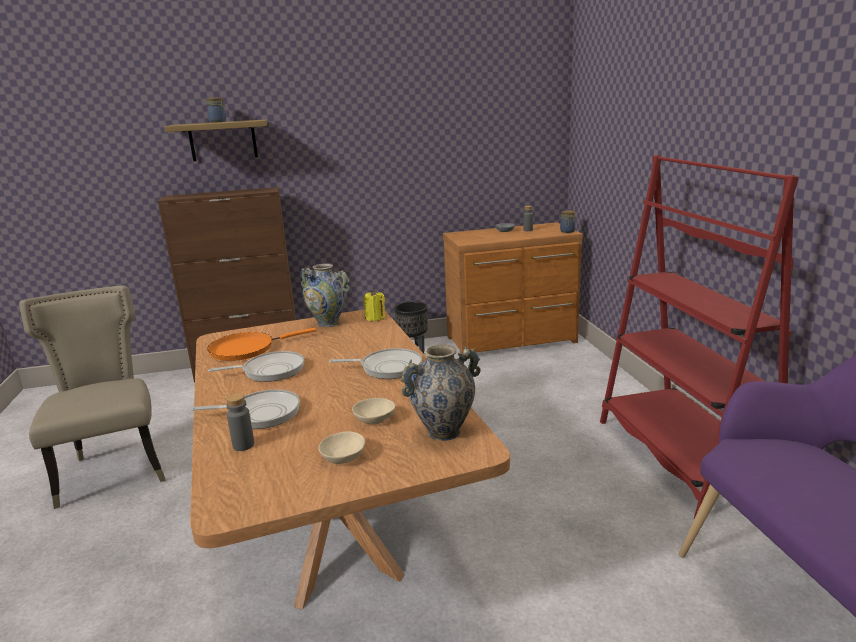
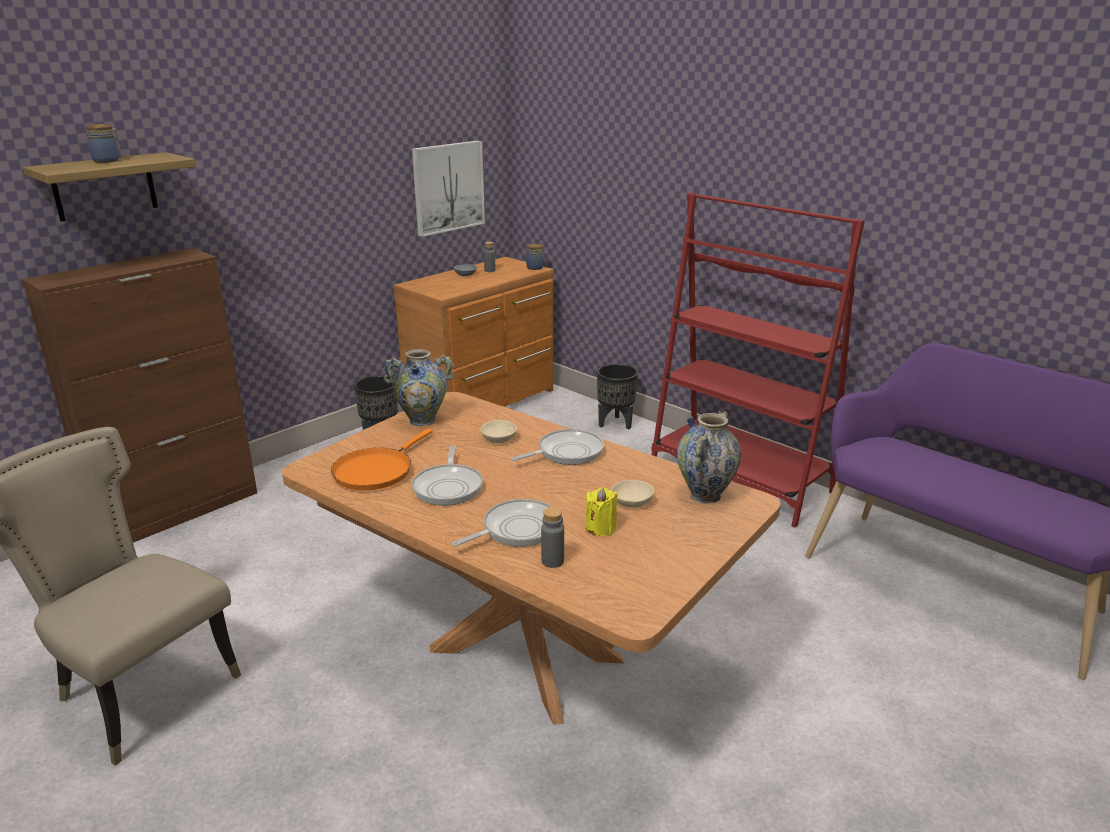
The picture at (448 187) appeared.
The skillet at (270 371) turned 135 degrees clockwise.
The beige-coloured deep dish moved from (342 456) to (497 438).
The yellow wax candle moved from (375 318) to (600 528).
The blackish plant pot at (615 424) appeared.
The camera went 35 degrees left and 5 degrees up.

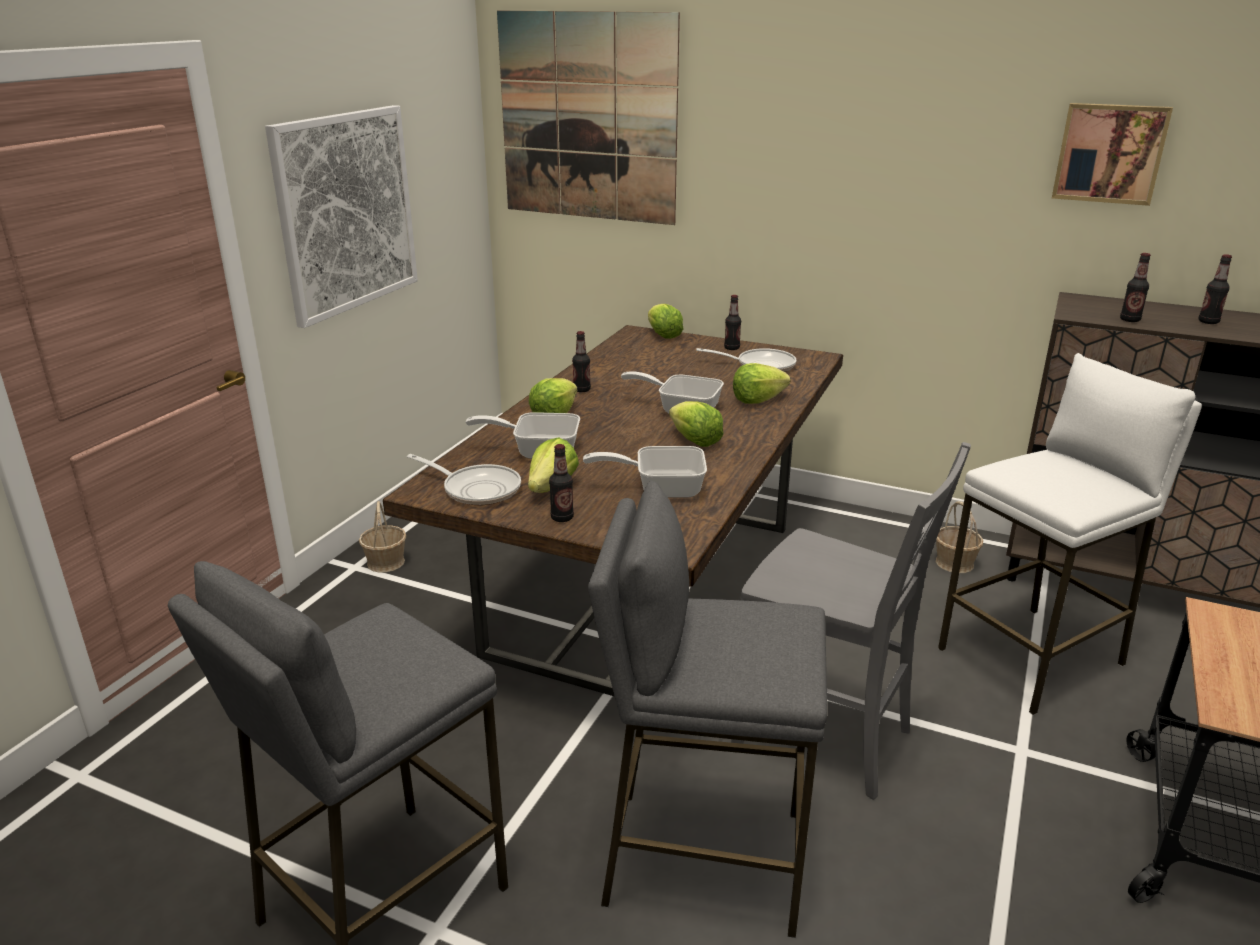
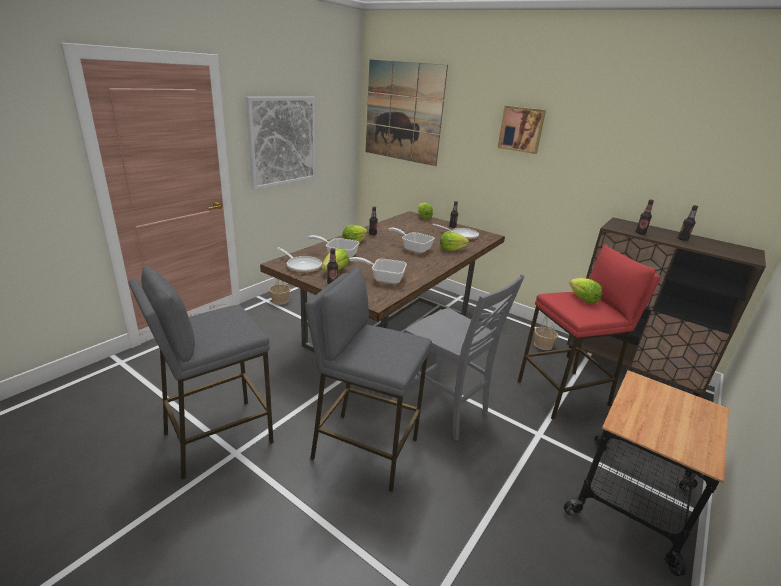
The picture moved from (1109 153) to (521 129).
The white stool seat at (1033 657) became the reddish stool seat at (564 394).
The lettuce head moved from (694 441) to (582 299).
The camera went 10 degrees right and 0 degrees up.

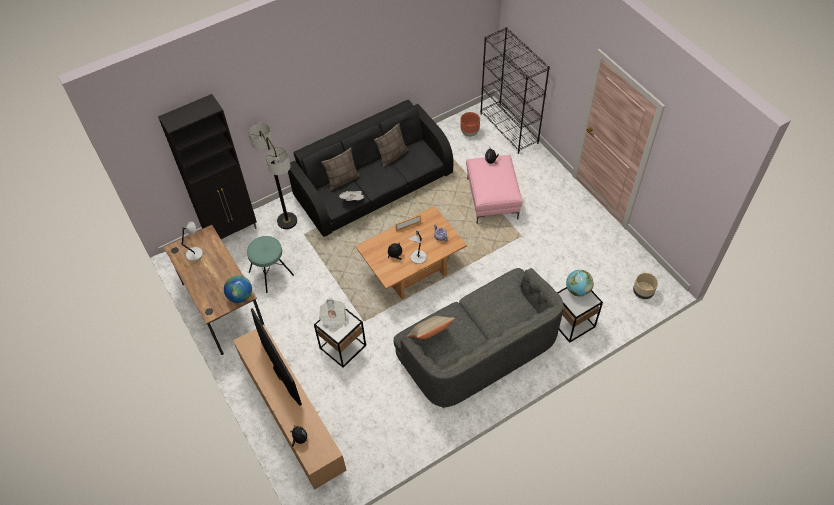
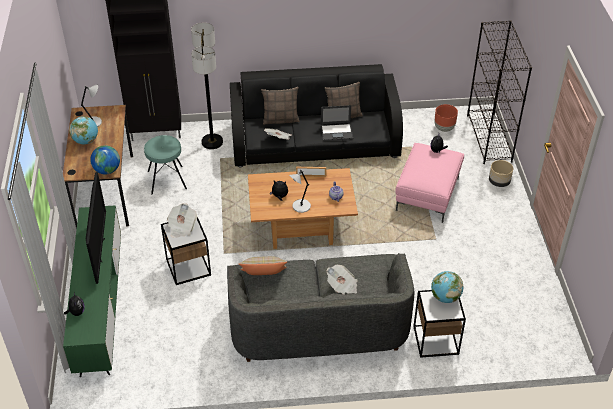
The brown-coloured media console at (294 418) became the green media console at (101 309).
The desk globe at (86 141) appeared.
The portable computer at (337 132) appeared.
The printed paper at (342 287) appeared.
The beige-coloured plant pot moved from (643 292) to (499 182).
The camera went 25 degrees right and 10 degrees down.

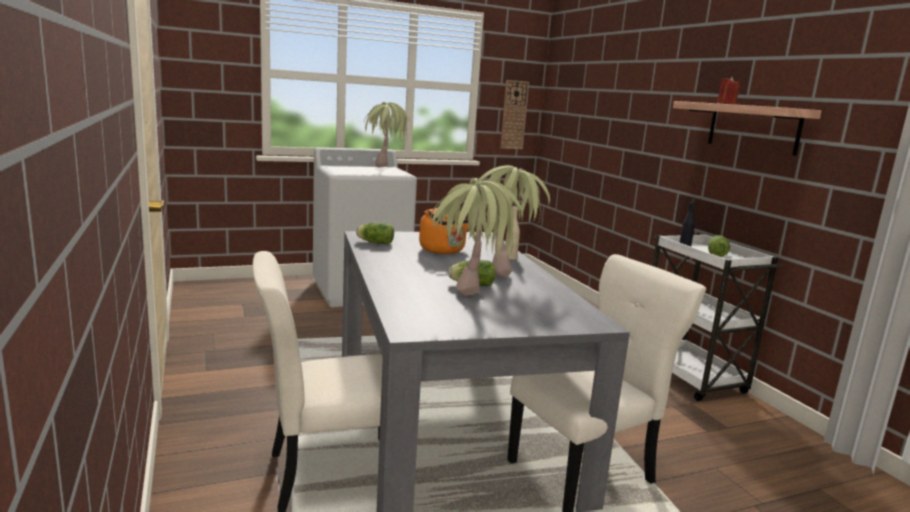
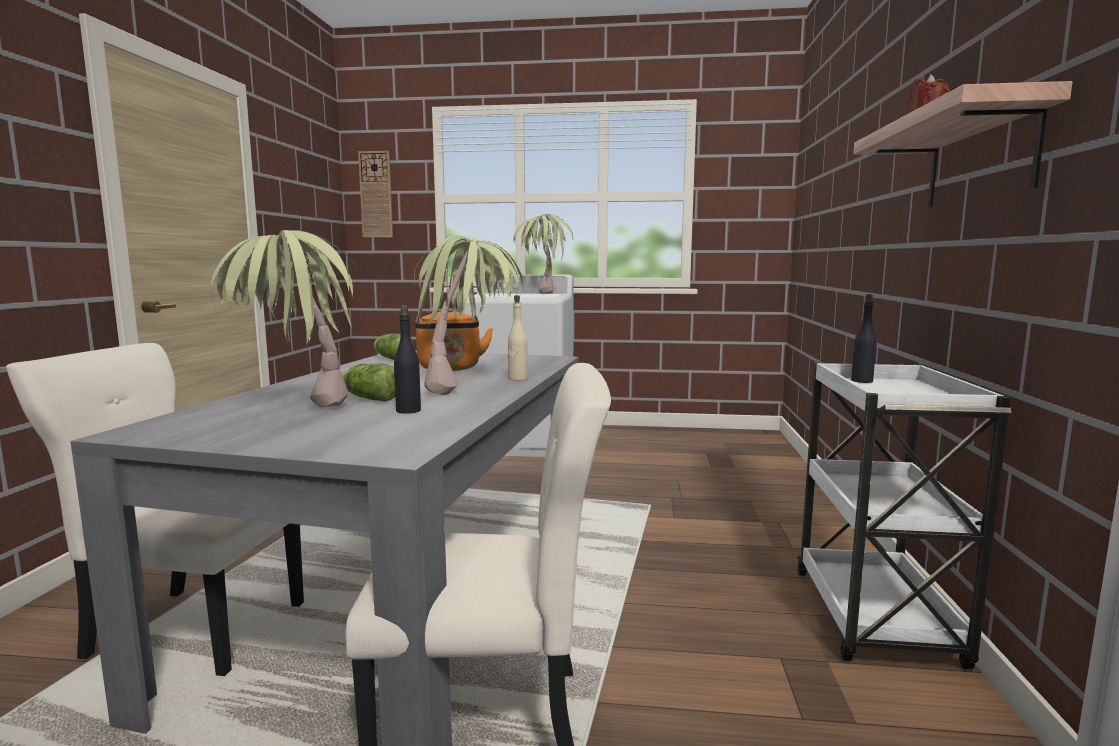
The hanging clock moved from (514 115) to (376 194).
The blackish beverage bottle at (408 410) appeared.
The lettuce head at (716 254) disappeared.
The camera went 30 degrees right and 5 degrees down.

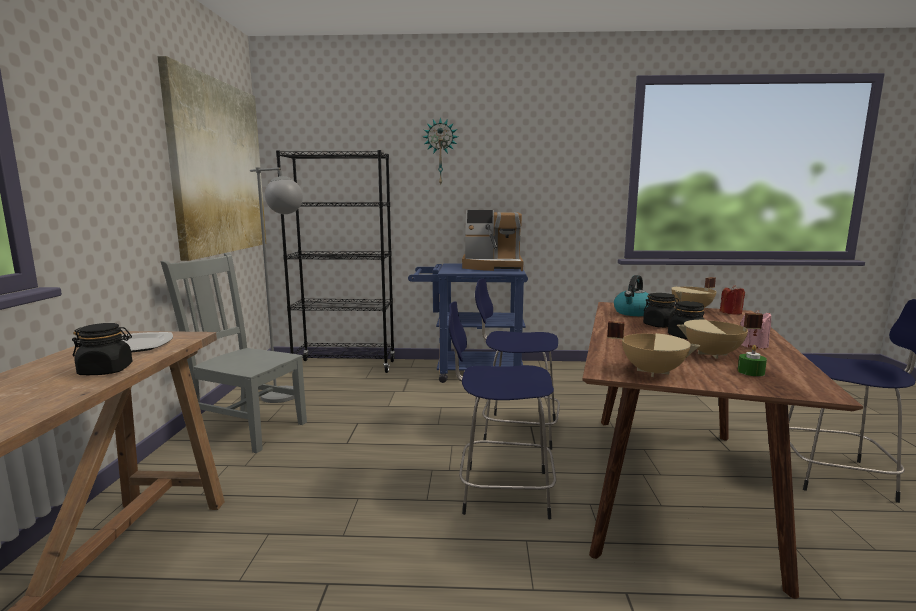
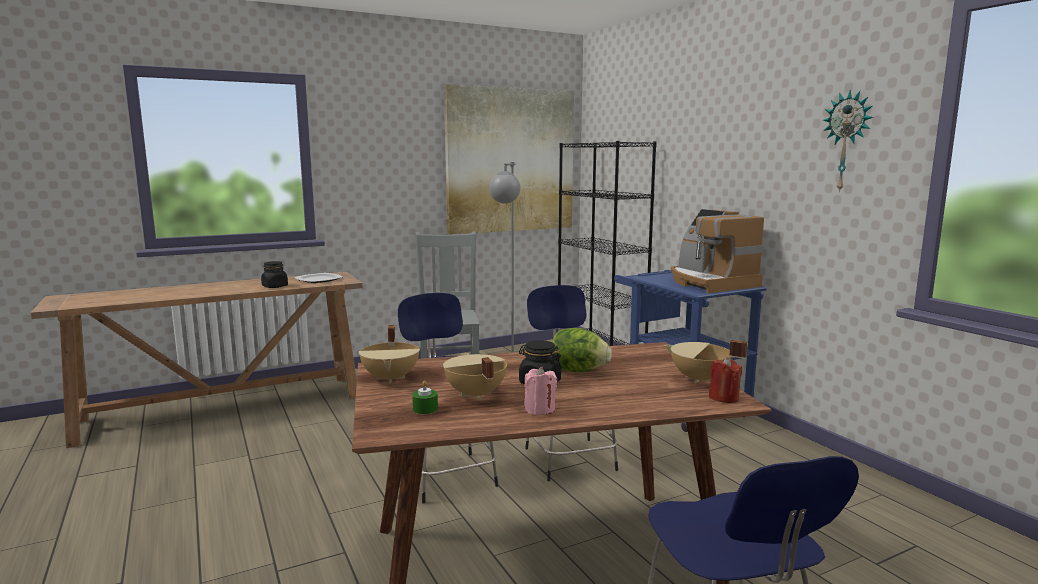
The blackish preserve jar at (660 325) was replaced by the lettuce head at (578 371).
The hanging clock moved from (440 152) to (847 141).
The tea kettle at (633 313) disappeared.
The camera went 60 degrees right and 0 degrees up.

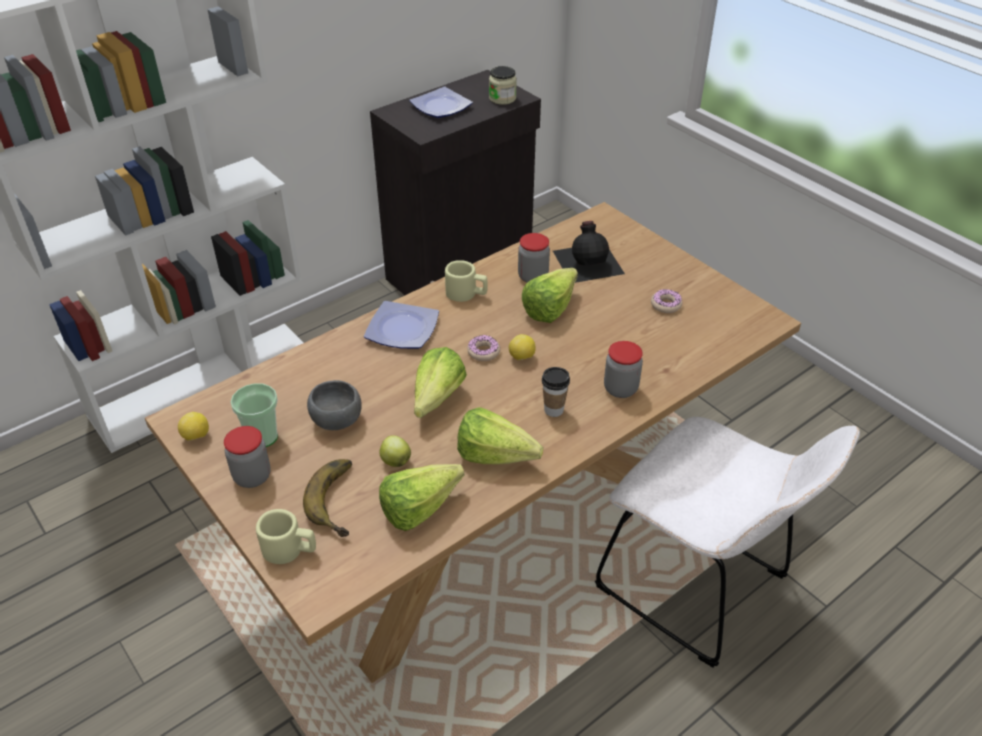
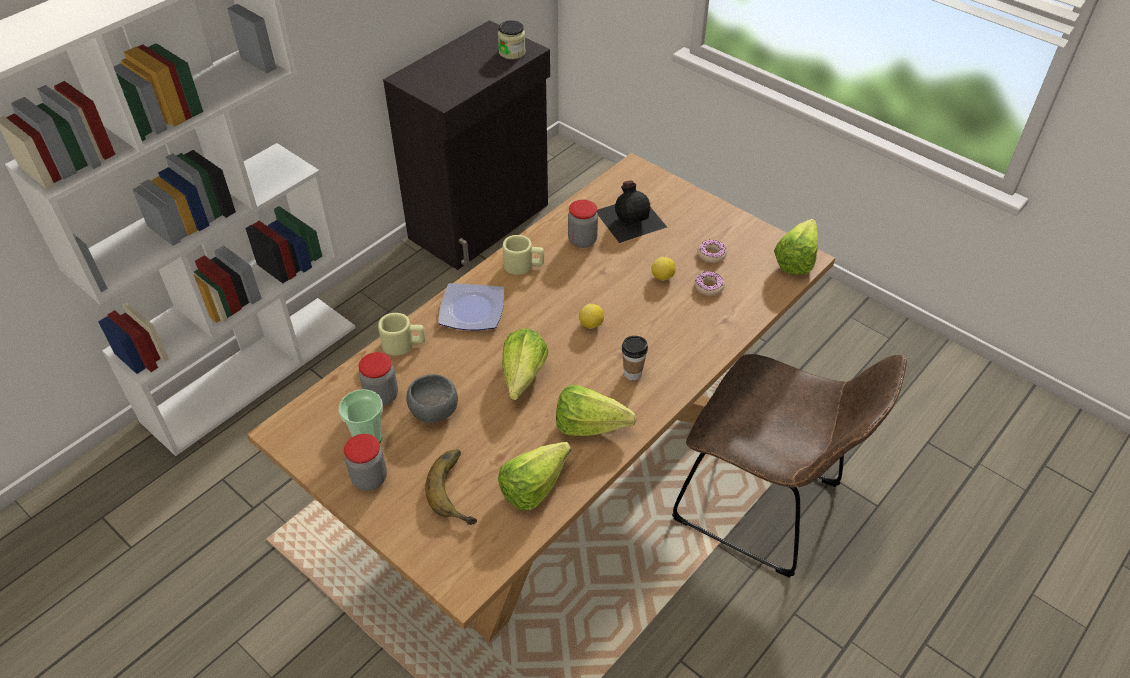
The preserve jar moved from (620 389) to (382 396).
The beige-coloured mug moved from (290 549) to (404 344).
The citrus fruit moved from (196 436) to (662 277).
The white chair at (699 588) became the brown-coloured chair at (765 506).
The doughnut moved from (483 352) to (709 287).
The lettuce head moved from (554 307) to (799 257).
The apple fruit at (395 461) disappeared.
The plate at (441 106) disappeared.
The camera went 10 degrees left and 5 degrees up.

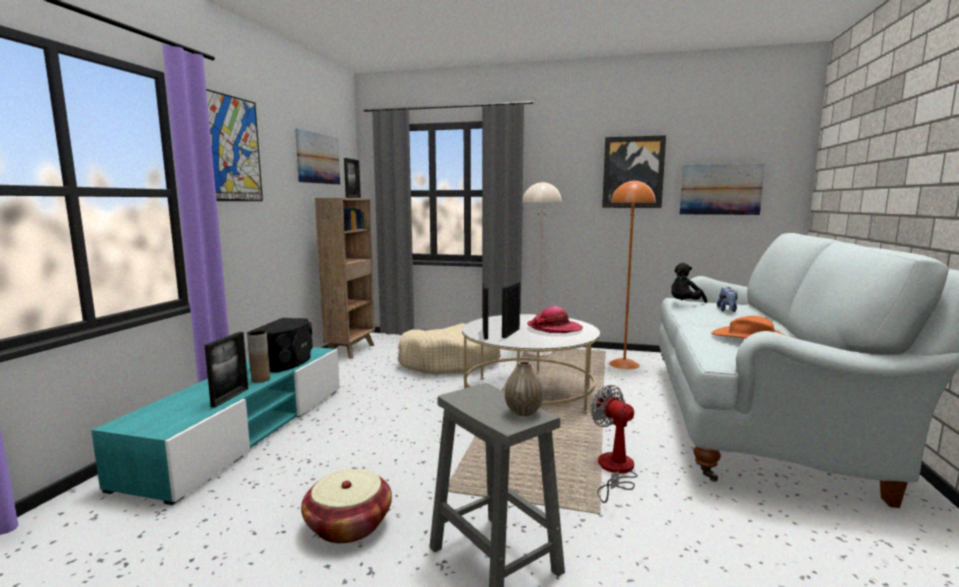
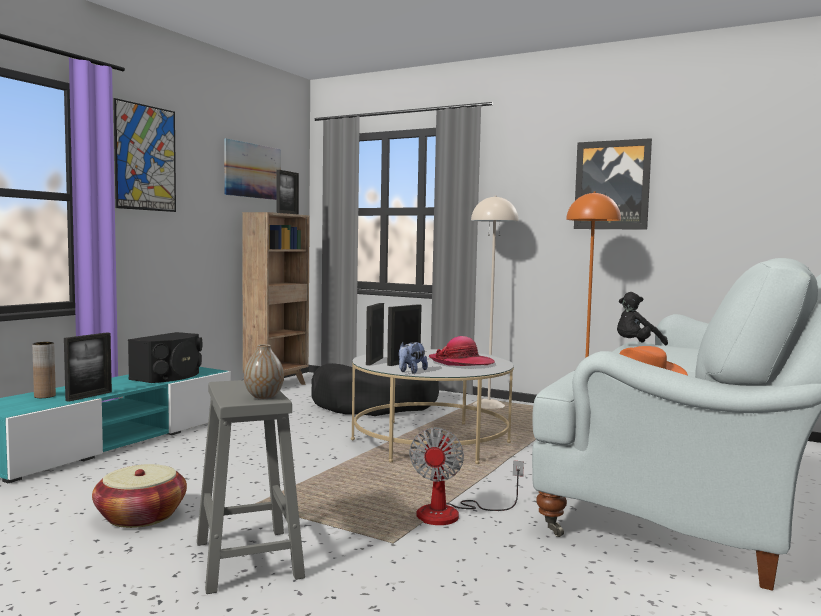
The brown-coloured vase moved from (260 379) to (44 396).
The beige-coloured pet bed at (452 361) became the blackish pet bed at (377 405).
The plush toy moved from (727 310) to (411 371).
The cooling fan at (614 471) turned 150 degrees counterclockwise.
The picture at (720 189) disappeared.
The camera went 15 degrees right and 5 degrees down.

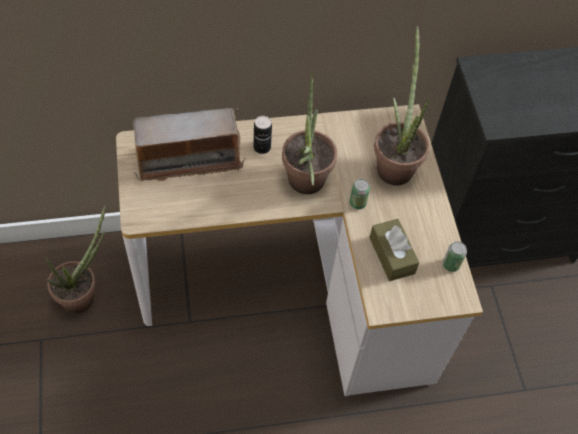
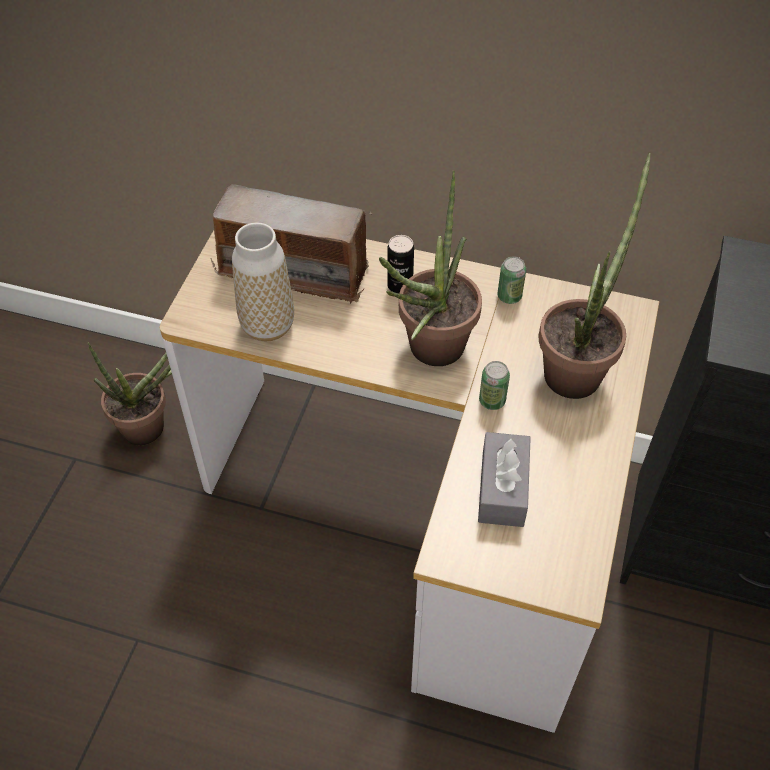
The vase at (267 326) appeared.
The brown-coloured box of tissues at (392 255) became the gray box of tissues at (502 488).
The metal can moved from (451 265) to (509 296).
The camera went 30 degrees right and 5 degrees down.

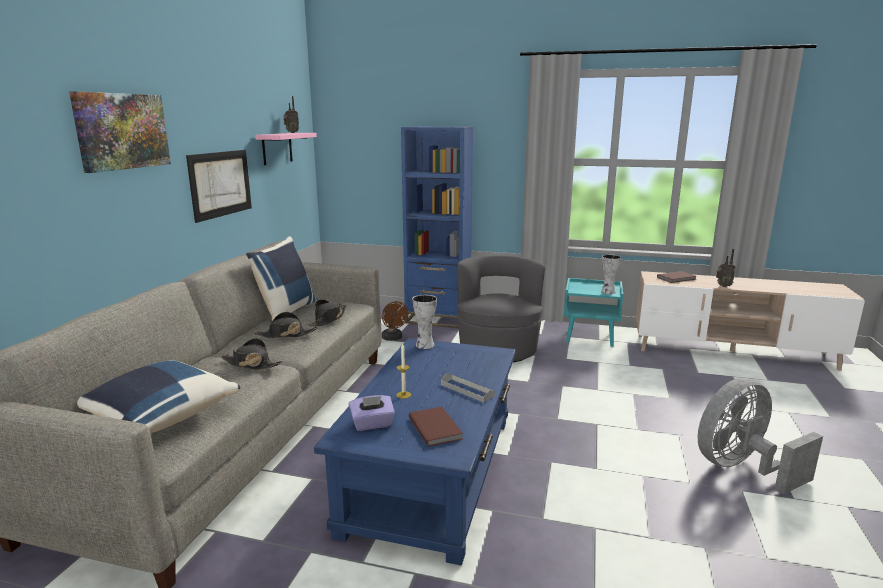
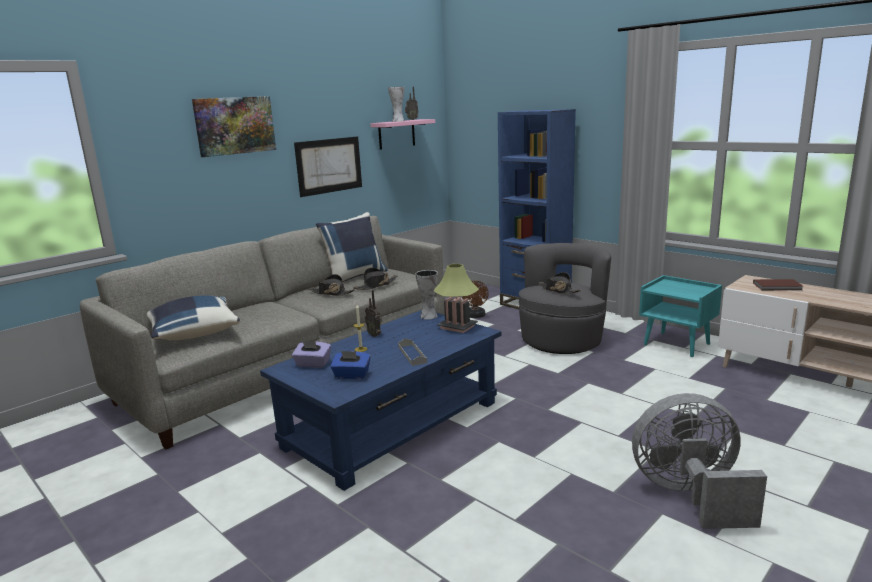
The brown-coloured book at (436 427) was replaced by the bluish box of tissues at (351 375).
The radio receiver moved from (723 286) to (375 335).
The vase moved from (607 292) to (397 121).
The lamp for a table at (457 327) appeared.
The blackish wearable hat moved from (251 364) to (558 290).
The camera went 30 degrees right and 0 degrees up.

